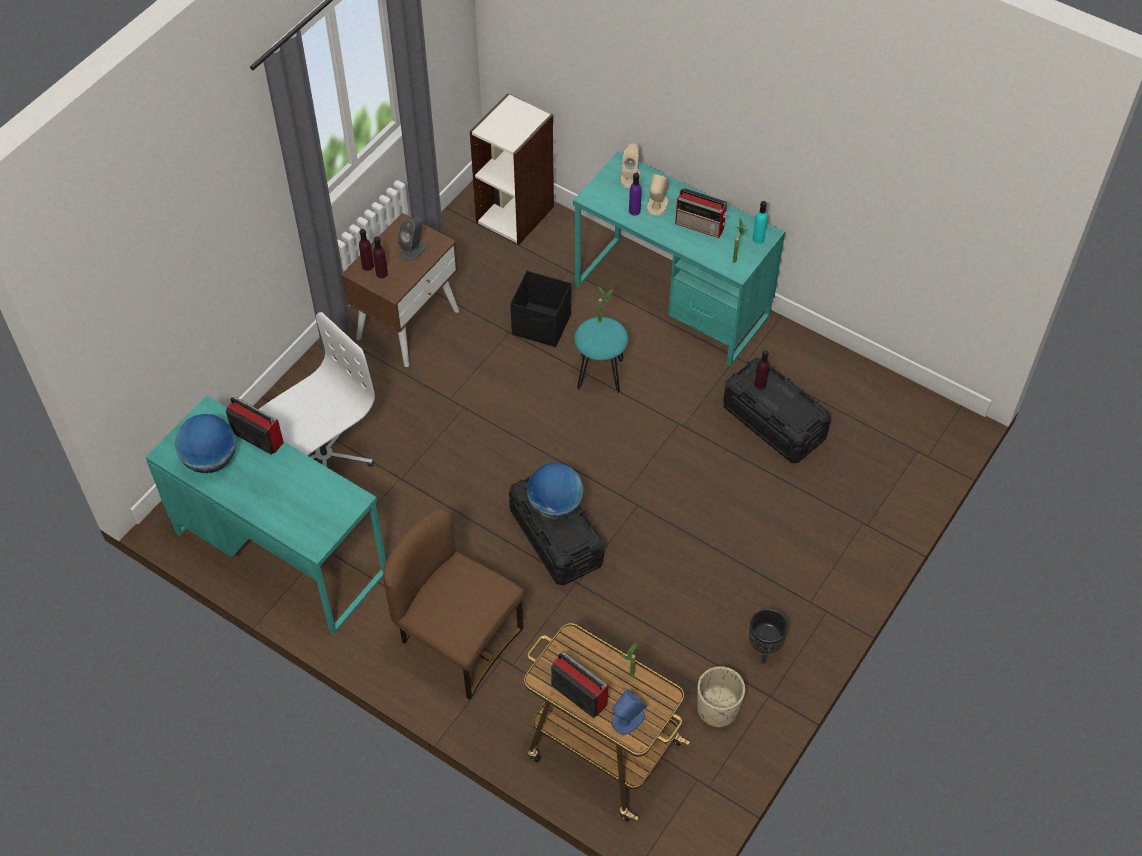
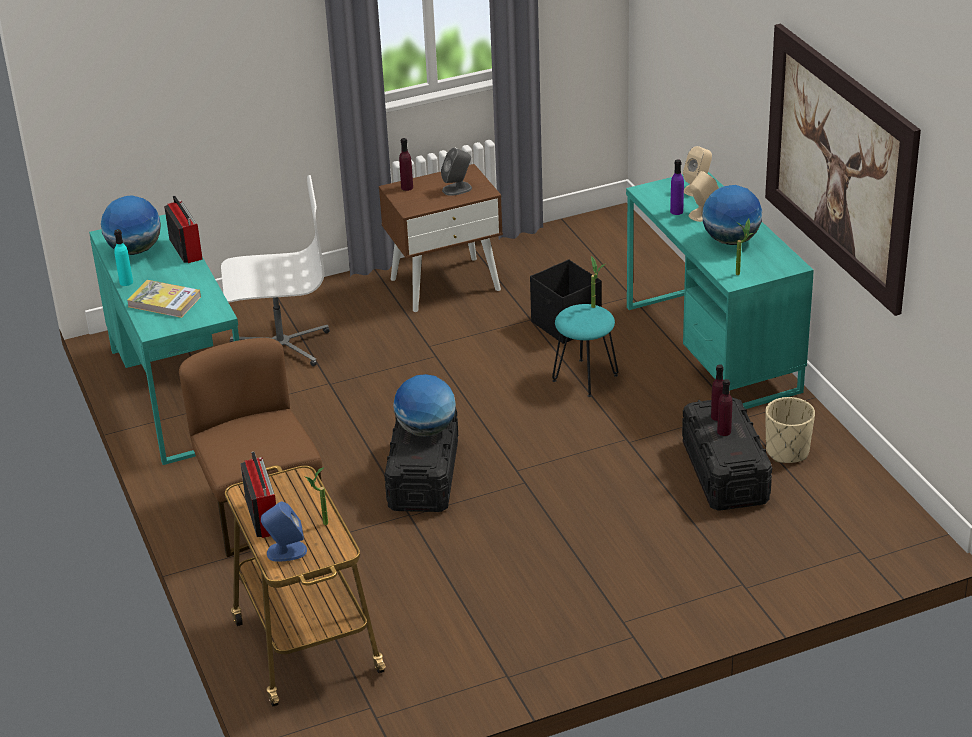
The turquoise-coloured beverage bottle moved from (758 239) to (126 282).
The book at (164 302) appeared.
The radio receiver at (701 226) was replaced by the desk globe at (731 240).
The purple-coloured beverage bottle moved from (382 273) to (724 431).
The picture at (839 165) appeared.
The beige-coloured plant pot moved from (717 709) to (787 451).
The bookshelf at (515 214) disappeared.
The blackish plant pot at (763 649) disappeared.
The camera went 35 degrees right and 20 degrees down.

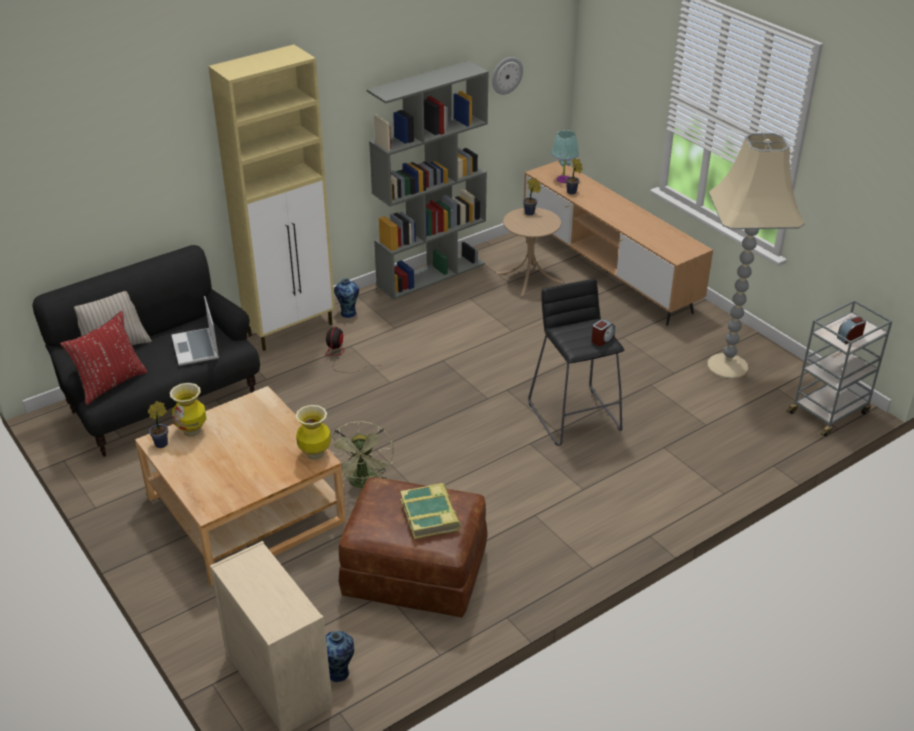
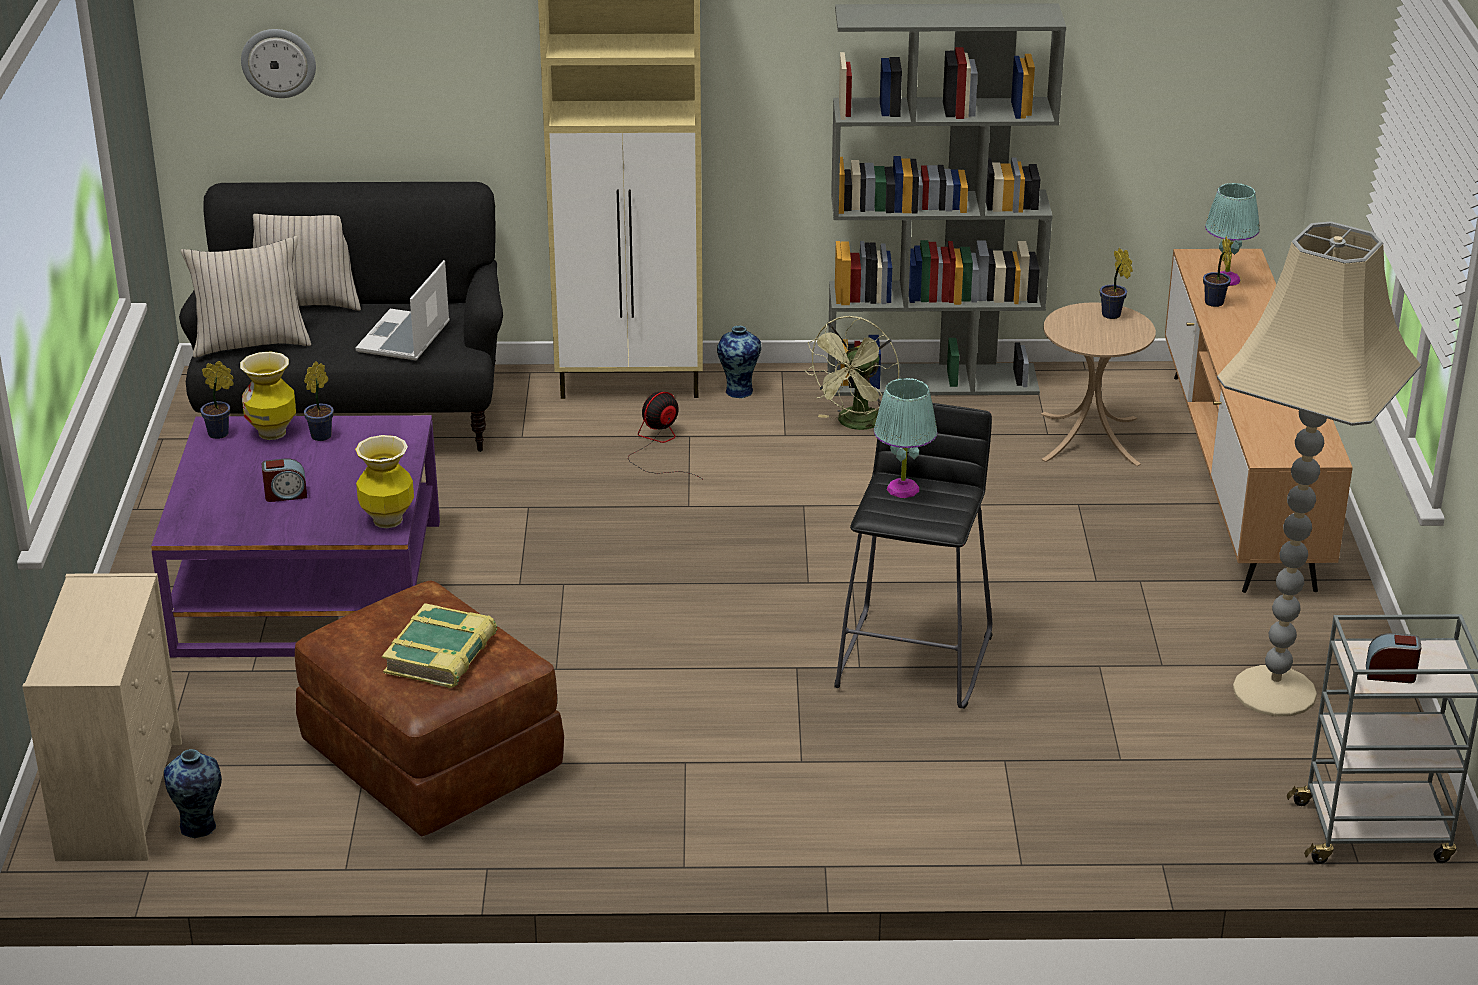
The beige-coloured lounge table at (245 509) became the purple-coloured lounge table at (309 586).
The reddish cushion at (110 384) became the beige-coloured cushion at (251 343).
The hanging clock moved from (506 75) to (278 62).
The table clock moved from (602 339) to (286 494).
The houseplant at (323 435) appeared.
The green cooling fan moved from (364 483) to (856 425).
The turquoise-coloured lamp for a table at (902 489) appeared.
The camera went 35 degrees right and 5 degrees down.

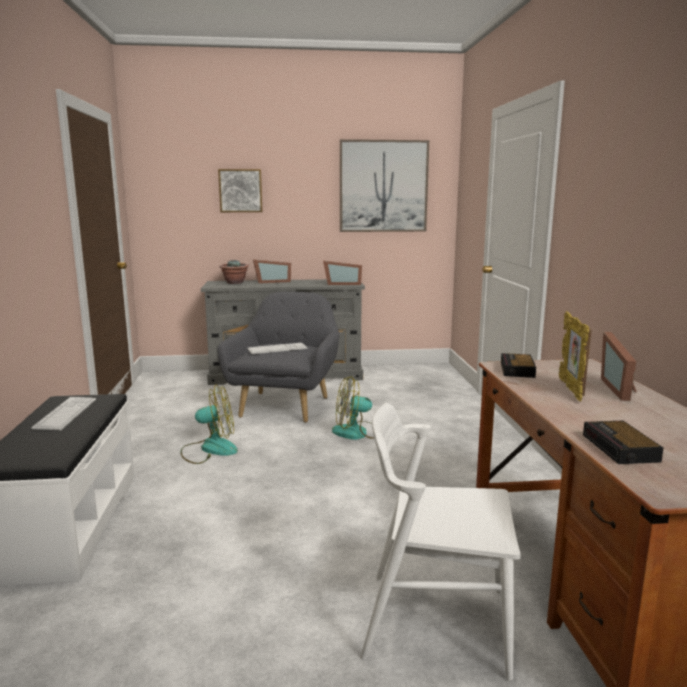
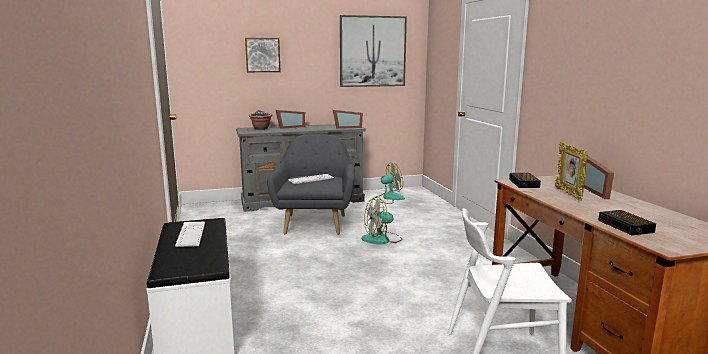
The cooling fan moved from (210 449) to (388 198).
The camera went 10 degrees left and 0 degrees up.

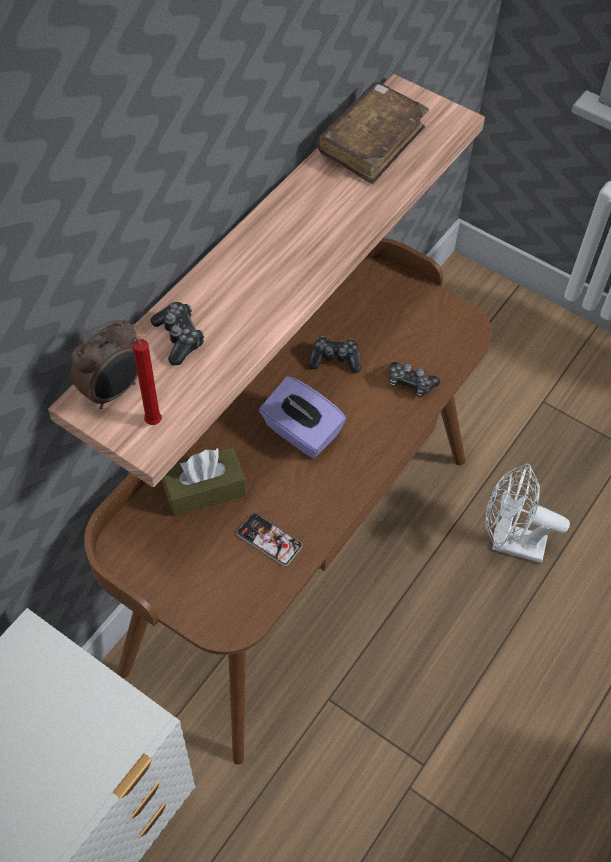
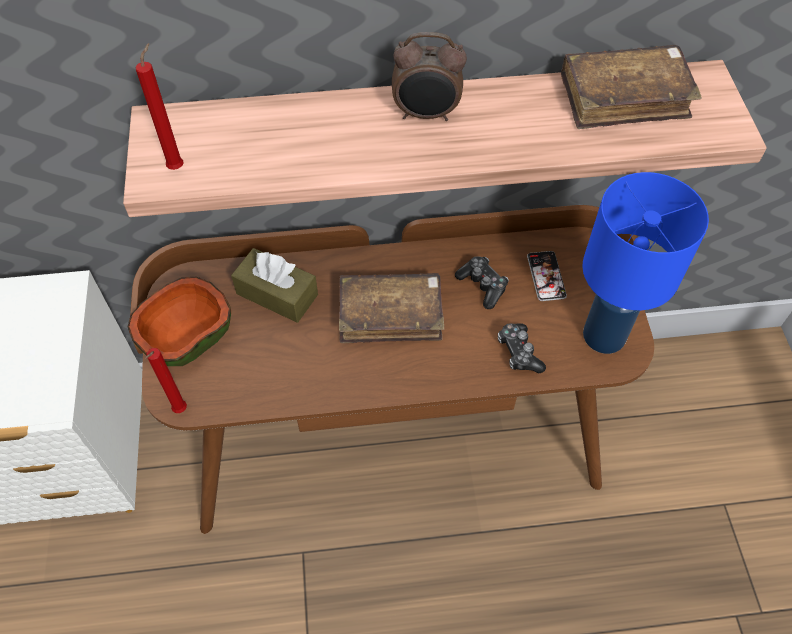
The deep dish at (188 340) appeared.
The reddish wax candle at (179 411) appeared.
The purple-coloured box of tissues at (301 432) was replaced by the brown-coloured book at (390 315).
The table clock moved from (113 391) to (426 115).
The phone moved from (269 540) to (546 276).
The bluish lamp for a table at (604 334) appeared.
The game controller at (179 338) disappeared.
The white cooling fan at (509 543) disappeared.
The camera went 50 degrees right and 0 degrees up.

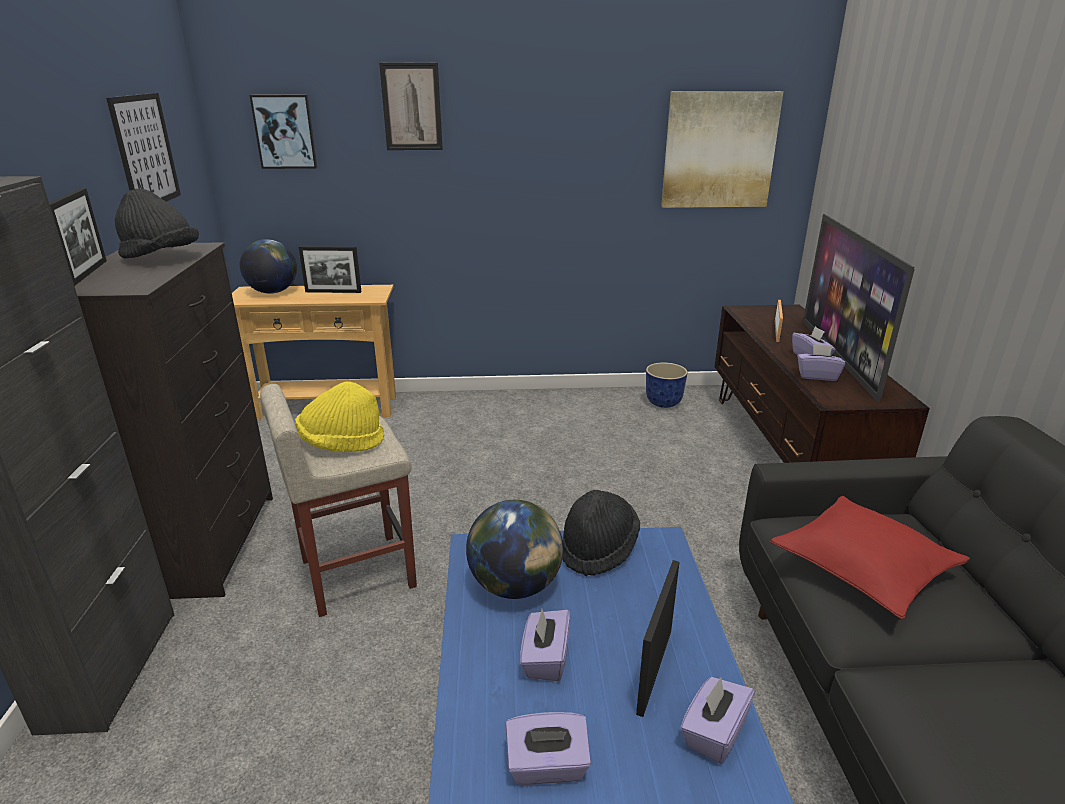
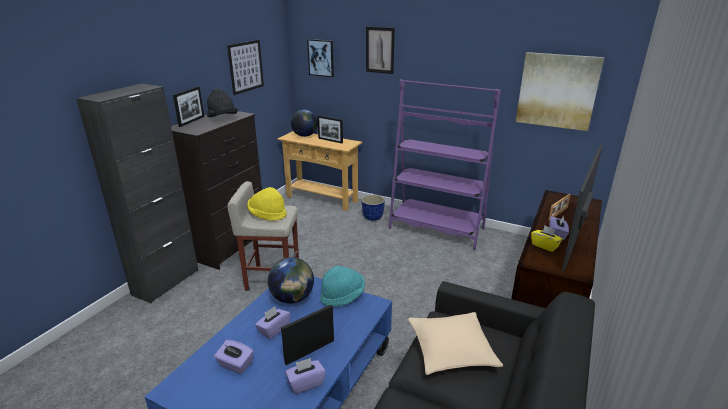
The blackish wearable hat at (598 549) became the turquoise-coloured wearable hat at (342 296).
The plant pot moved from (663 403) to (372 217).
The purple-coloured bookshelf at (436 229) appeared.
The reddish cushion at (863 567) became the beige-coloured cushion at (451 350).
The purple-coloured box of tissues at (817 376) became the yellow box of tissues at (544 246).
The camera went 30 degrees right and 0 degrees up.

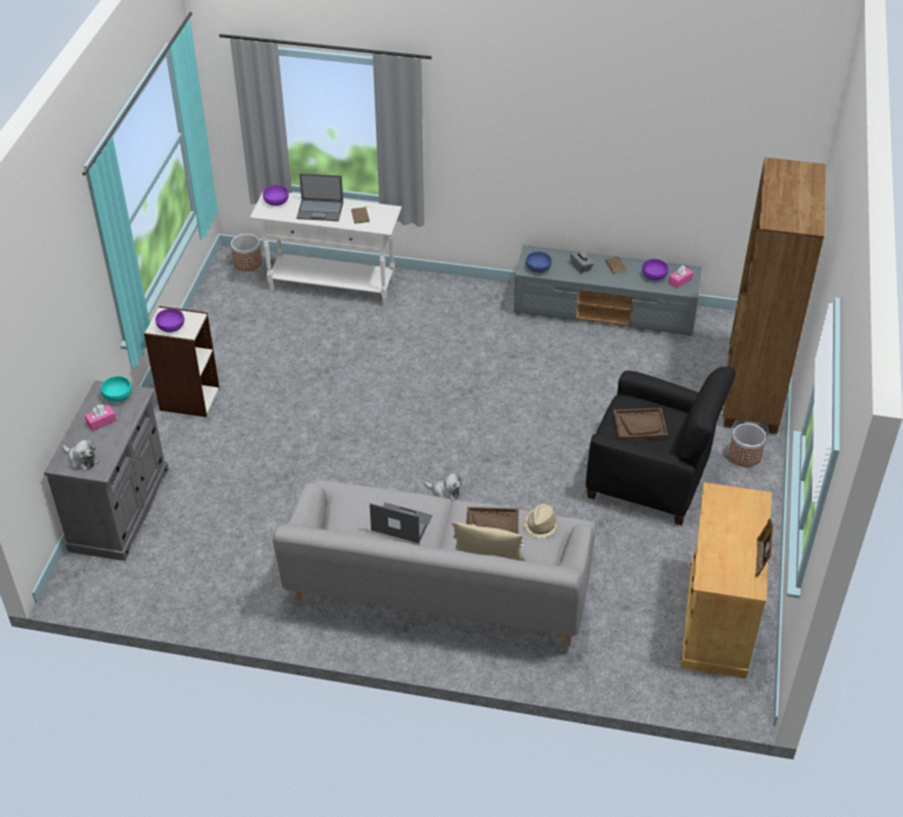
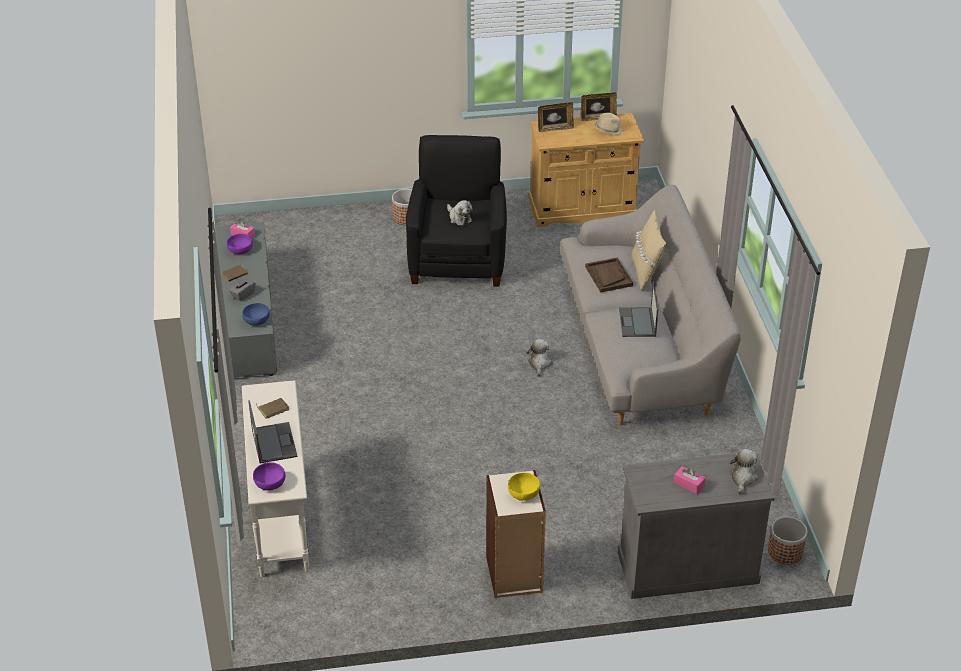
The brown-coloured carrying tray at (640 425) was replaced by the plush toy at (459 218).
The purple-coloured deep dish at (171 327) became the yellow deep dish at (524 493).
The photo frame at (555 128) appeared.
The beige-coloured wearable hat moved from (541 525) to (608 130).
The plant pot moved from (247 263) to (785 551).
The turquoise-coloured deep dish at (117 396) disappeared.
The brown-coloured bookshelf at (751 394) disappeared.
The camera went 110 degrees left and 5 degrees down.

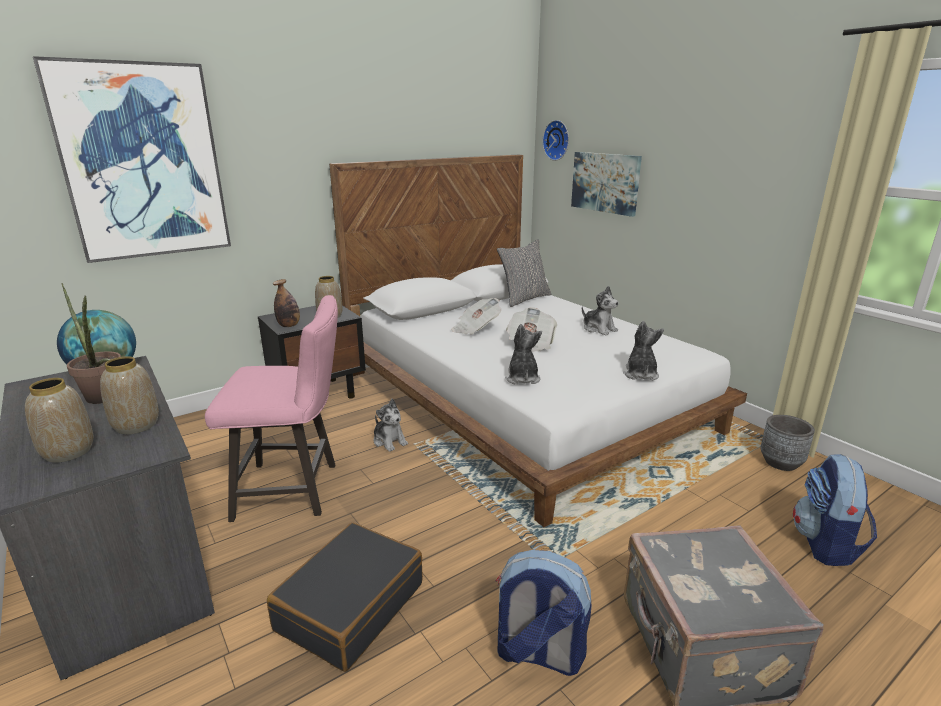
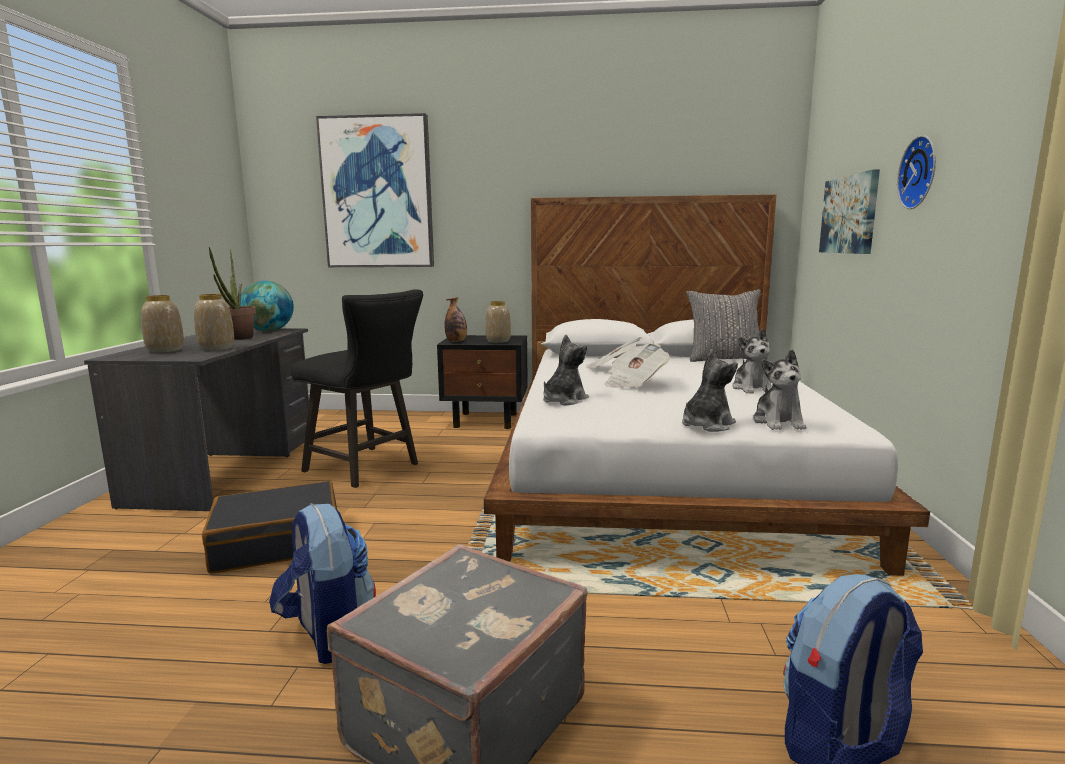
The pinkish stool seat at (295 490) became the blackish stool seat at (367 469).
The plush toy moved from (389 441) to (778 422).
The hanging clock moved from (557 140) to (921 172).
The gray plant pot at (781 463) disappeared.
The camera went 40 degrees right and 10 degrees down.

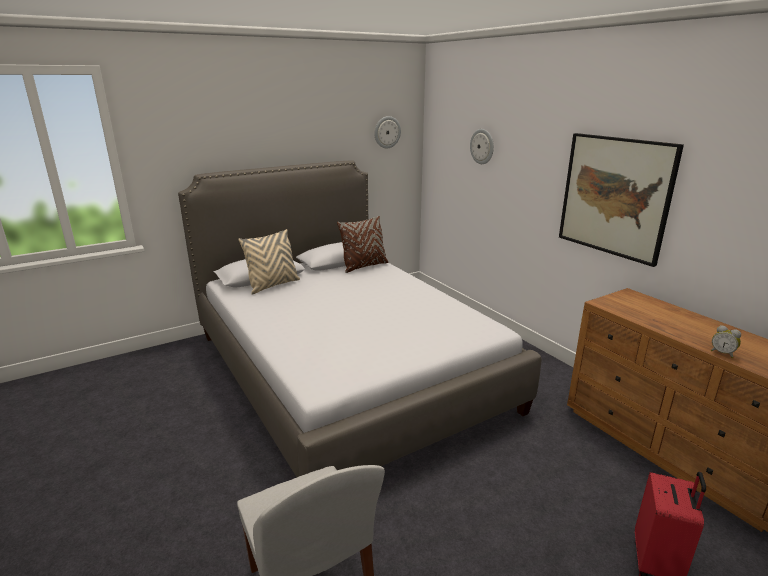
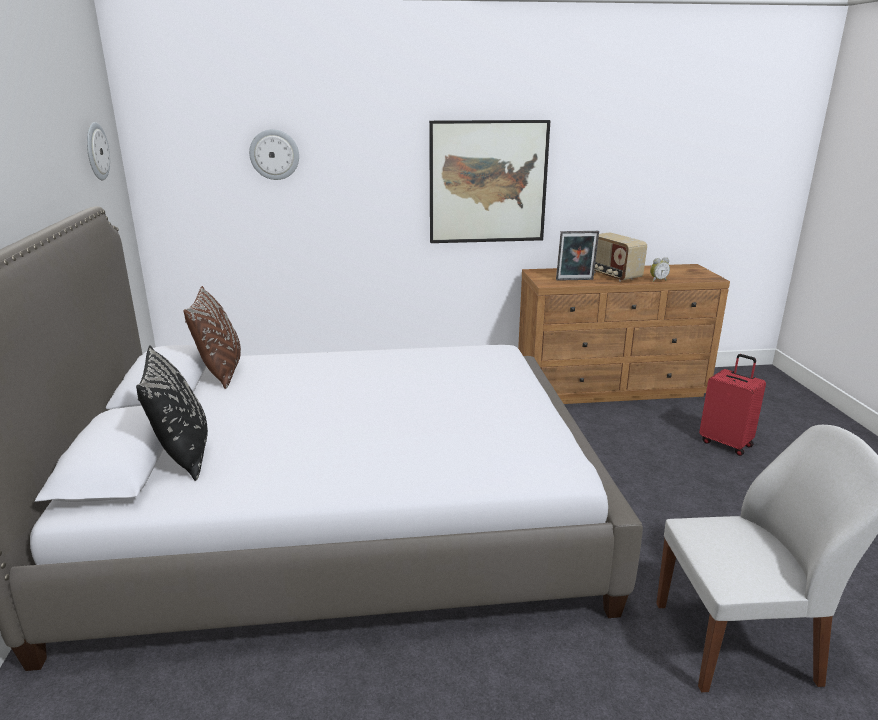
The beige-coloured cushion at (273 285) became the blackish cushion at (183 455).
The photo frame at (575 280) appeared.
The radio receiver at (613 275) appeared.
The camera went 65 degrees left and 0 degrees up.

